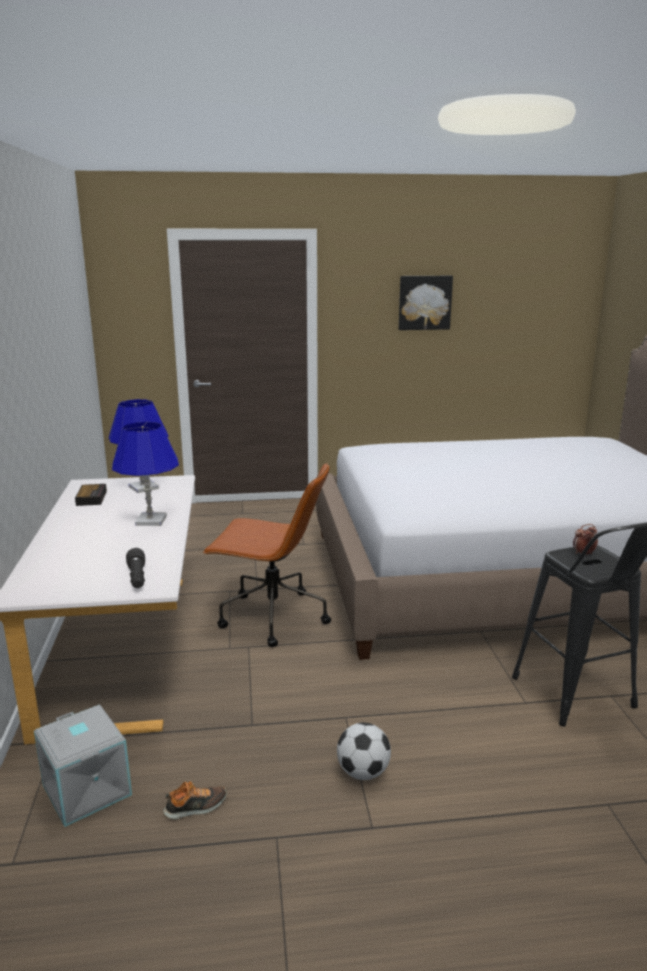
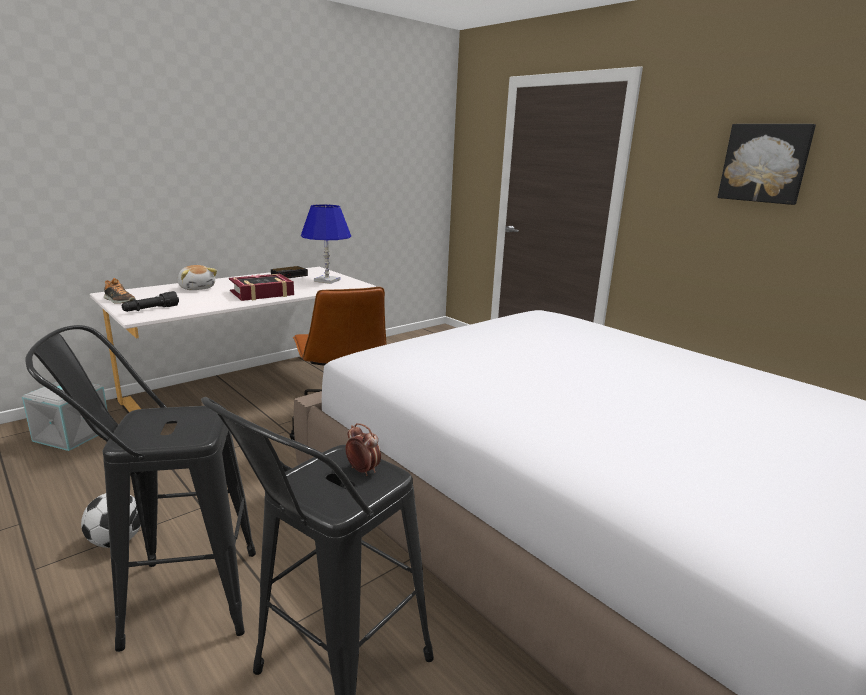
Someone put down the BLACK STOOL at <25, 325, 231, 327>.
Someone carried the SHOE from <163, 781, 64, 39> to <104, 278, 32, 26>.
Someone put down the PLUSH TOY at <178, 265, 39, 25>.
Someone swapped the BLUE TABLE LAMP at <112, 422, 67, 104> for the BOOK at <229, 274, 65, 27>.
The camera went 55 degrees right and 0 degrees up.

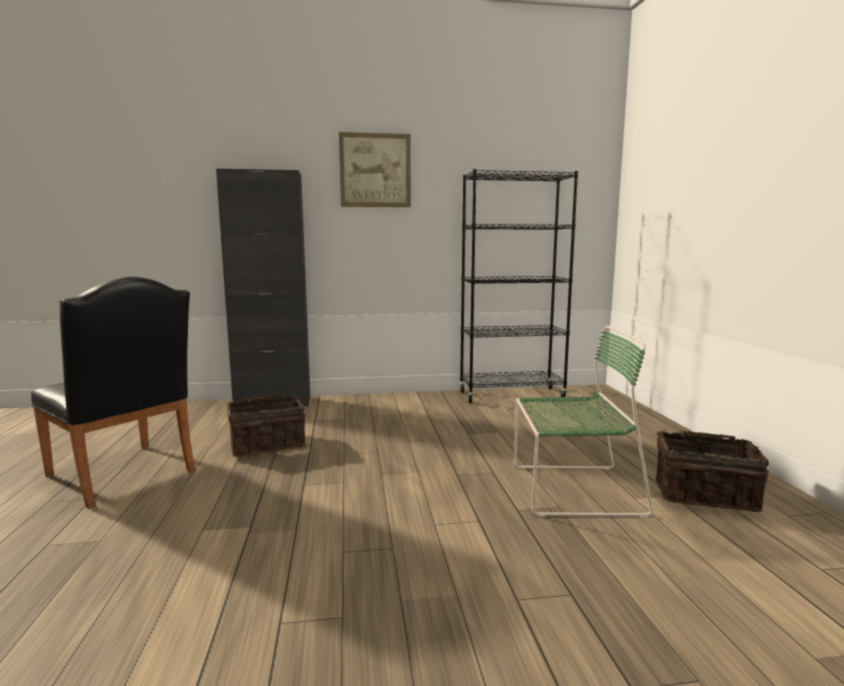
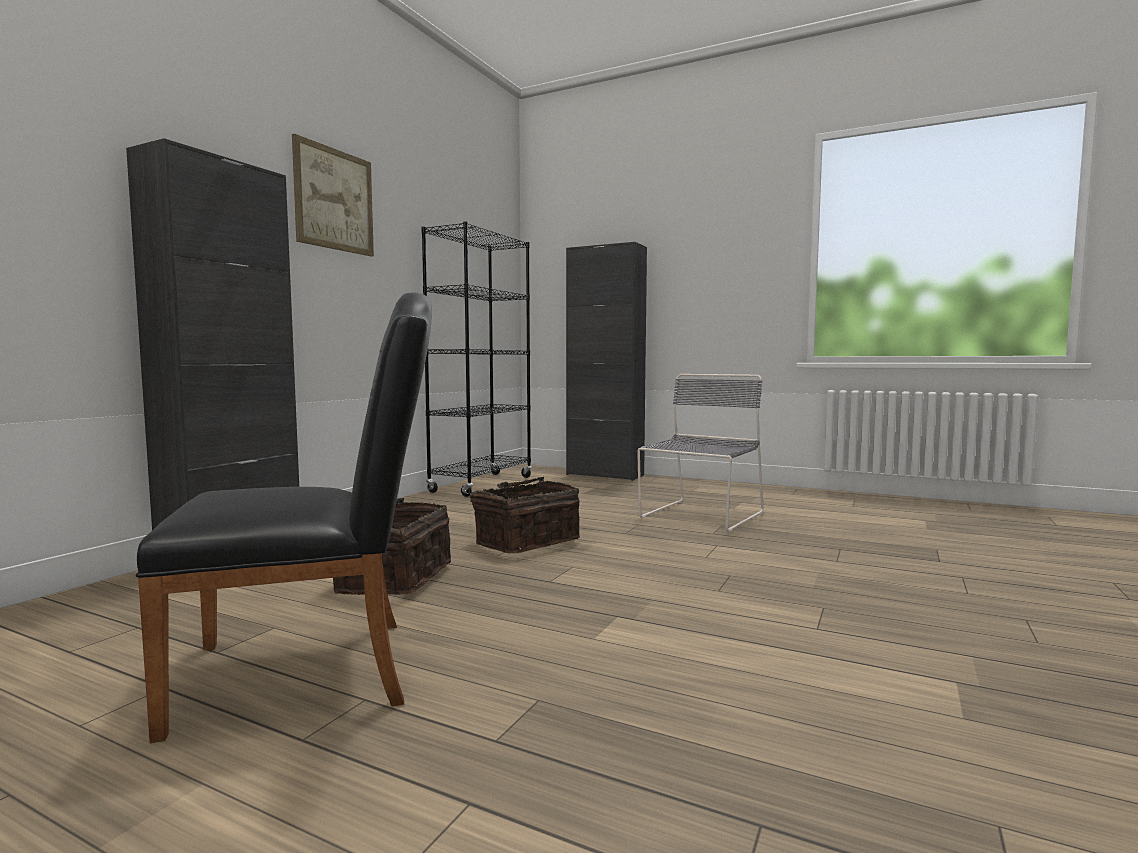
Someone carried the BASKET from <656, 429, 113, 83> to <469, 477, 111, 77>.
Someone put down the BLACK CABINET at <566, 242, 81, 239>.
Someone repainted the GREEN CHAIR at <514, 325, 139, 192>, which became the GREY CHAIR at <637, 374, 126, 158>.
The camera went 55 degrees left and 5 degrees down.

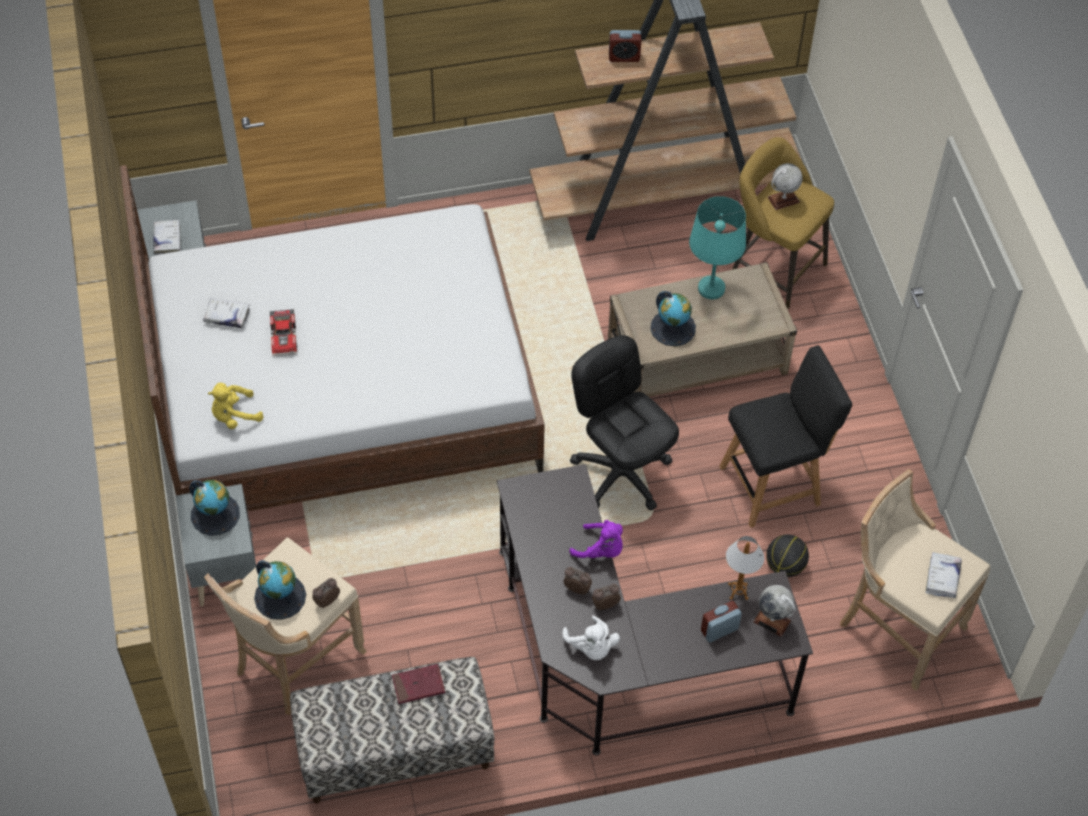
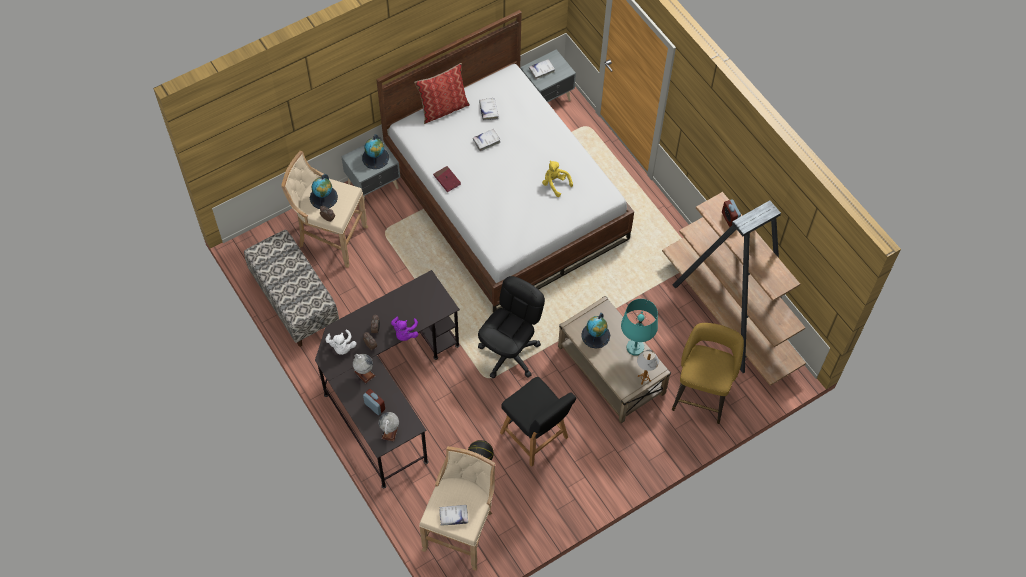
Someone rotated the WHITE PLUSH TOY at <562, 616, 58, 44> by 60 degrees counterclockwise.
Someone carried the GLOBE from <768, 163, 35, 47> to <353, 354, 22, 30>.
Someone put down the PILLOW at <414, 63, 56, 61>.
Someone carried the RED BOOK from <392, 664, 53, 40> to <433, 166, 28, 26>.
Someone swapped the TOY CAR at <270, 309, 27, 47> for the WHITE BOOK at <473, 129, 28, 22>.
Someone carried the YELLOW PLUSH TOY from <208, 383, 56, 46> to <542, 161, 31, 36>.
Someone carried the TABLE LAMP from <726, 536, 38, 64> to <637, 350, 22, 34>.
The camera went 70 degrees right and 5 degrees up.

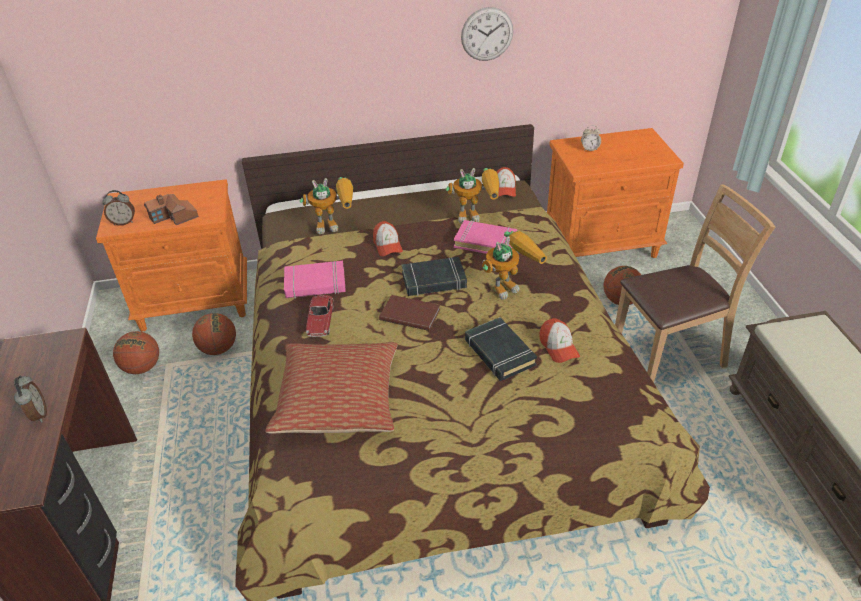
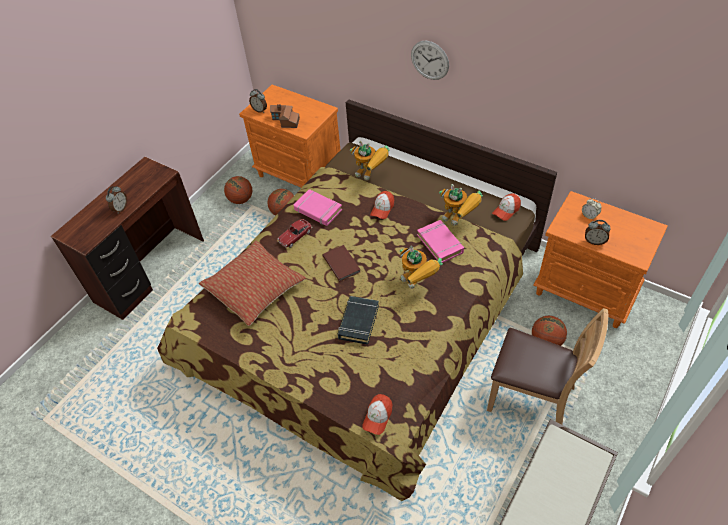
Someone carried the CAP from <540, 318, 40, 45> to <362, 394, 31, 41>.
Someone rotated the TOY ROBOT at <482, 231, 65, 69> by 45 degrees clockwise.
Someone carried the WALL CLOCK from <461, 7, 52, 54> to <411, 41, 38, 39>.
Someone put down the ALARM CLOCK at <585, 220, 26, 25>.
Someone took away the BLACK BOOK at <402, 257, 65, 39>.
The camera went 45 degrees right and 10 degrees up.

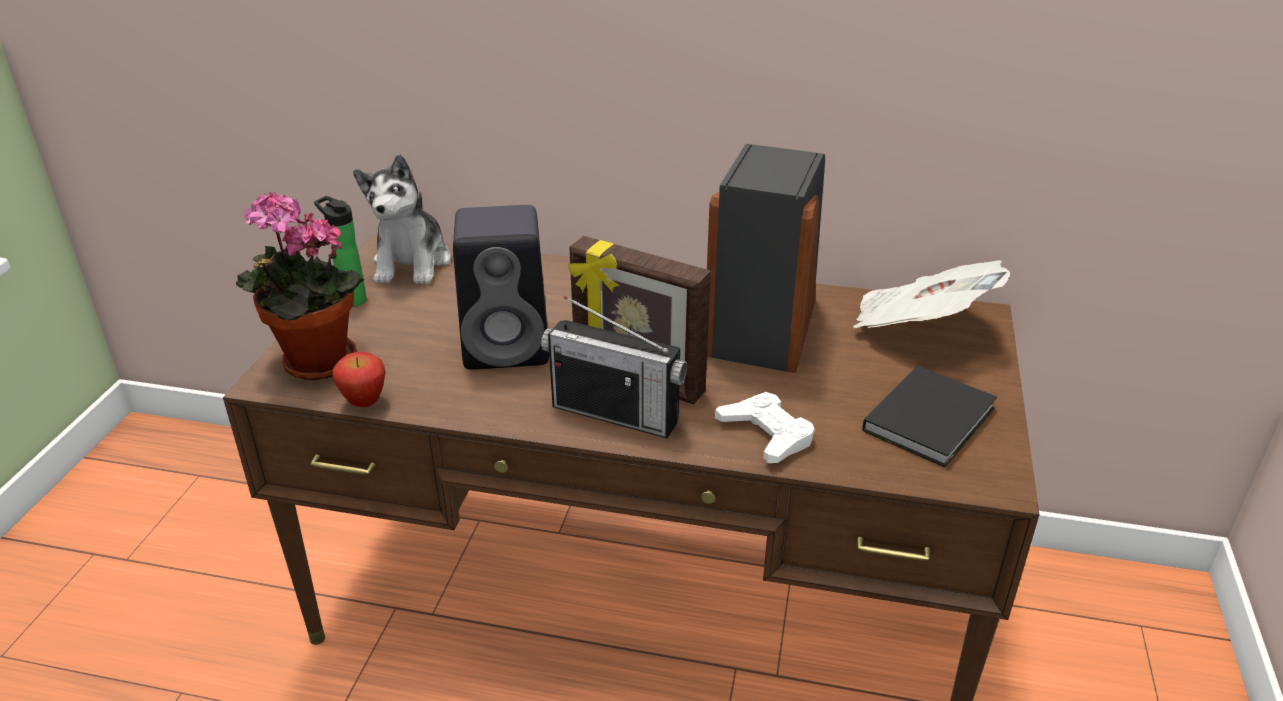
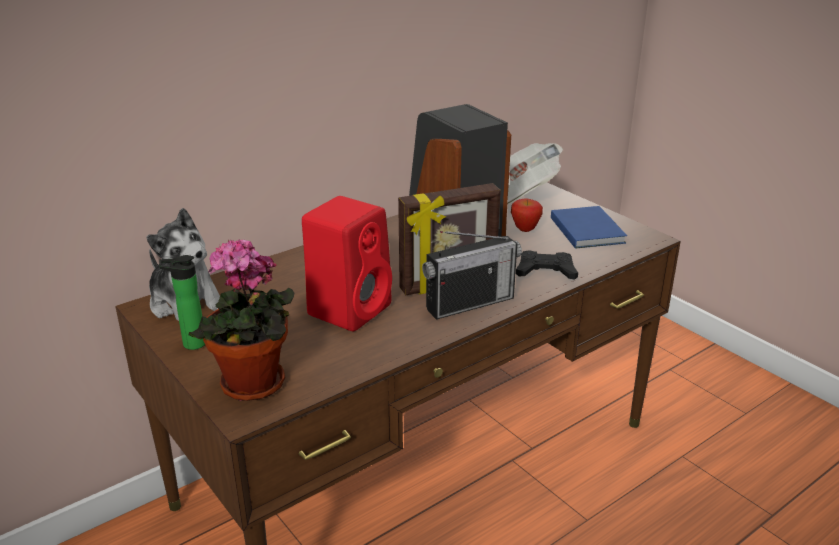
Someone repainted the BLACK SPEAKER at <453, 205, 96, 165>, which became the RED SPEAKER at <302, 196, 90, 135>.
Someone carried the APPLE from <332, 352, 54, 55> to <511, 198, 32, 34>.
Someone repainted the WHITE GAME CONTROLLER at <715, 392, 100, 71>, which became the BLACK GAME CONTROLLER at <516, 251, 62, 29>.
Someone repainted the BLACK BOOK at <862, 366, 135, 101>, which became the BLUE BOOK at <551, 206, 76, 43>.
The camera went 50 degrees left and 5 degrees down.

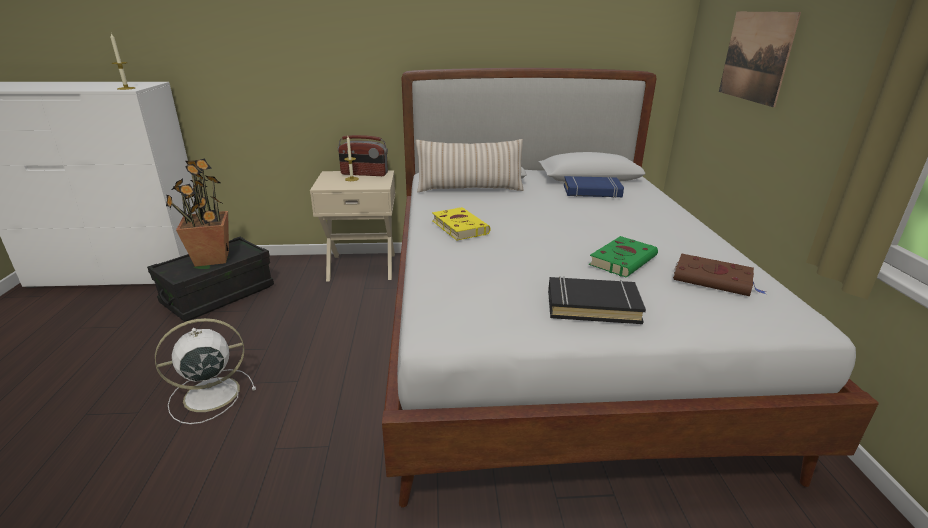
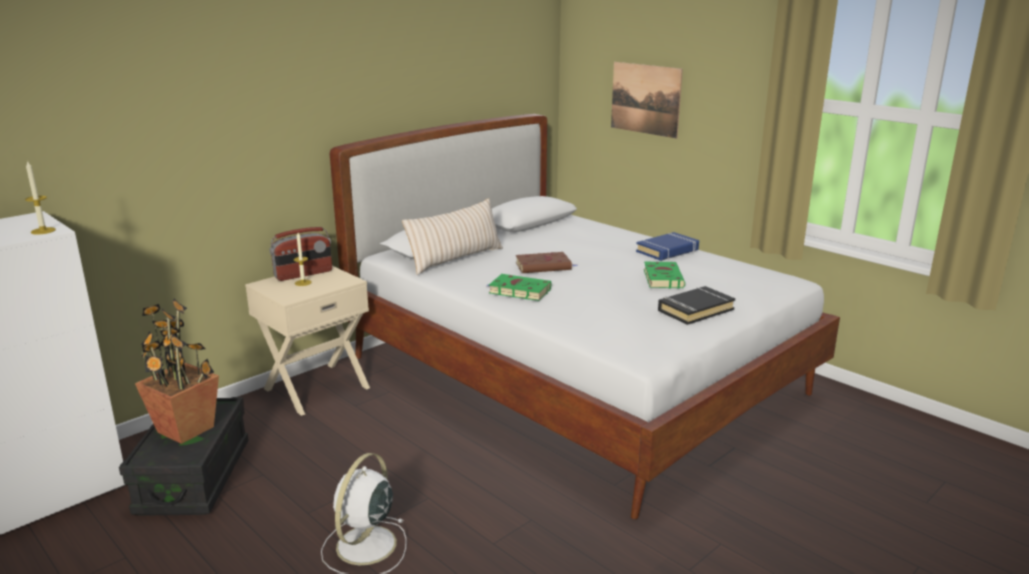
Someone repainted the YELLOW BOOK at <432, 207, 59, 33>, which became the GREEN BOOK at <487, 274, 64, 27>.
Someone carried the BROWN BOOK from <673, 253, 93, 43> to <516, 252, 61, 21>.
Someone carried the BLUE BOOK from <564, 176, 60, 22> to <636, 232, 63, 29>.
The camera went 40 degrees left and 5 degrees down.

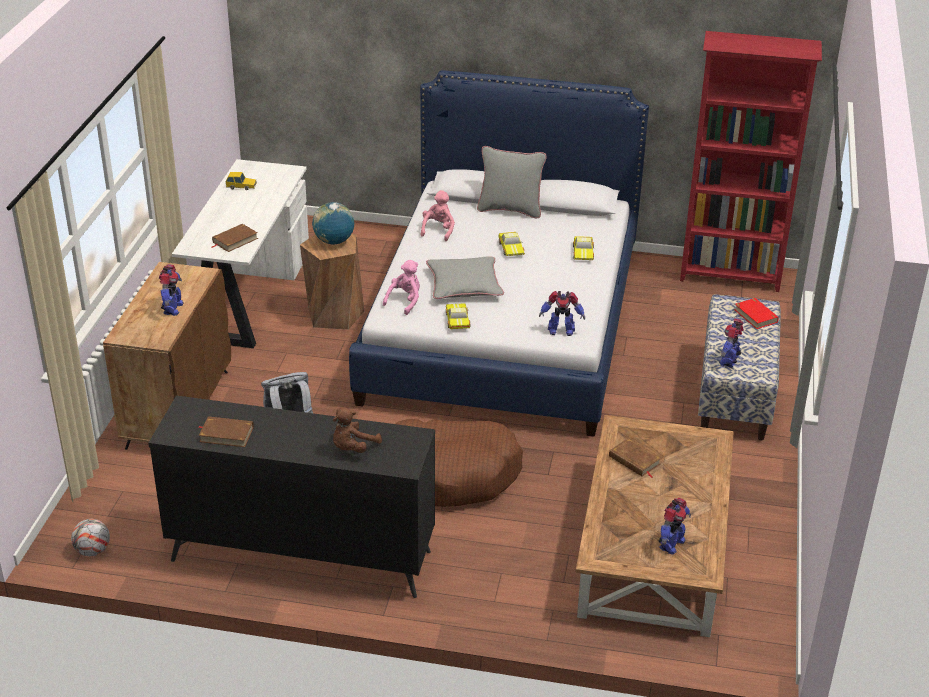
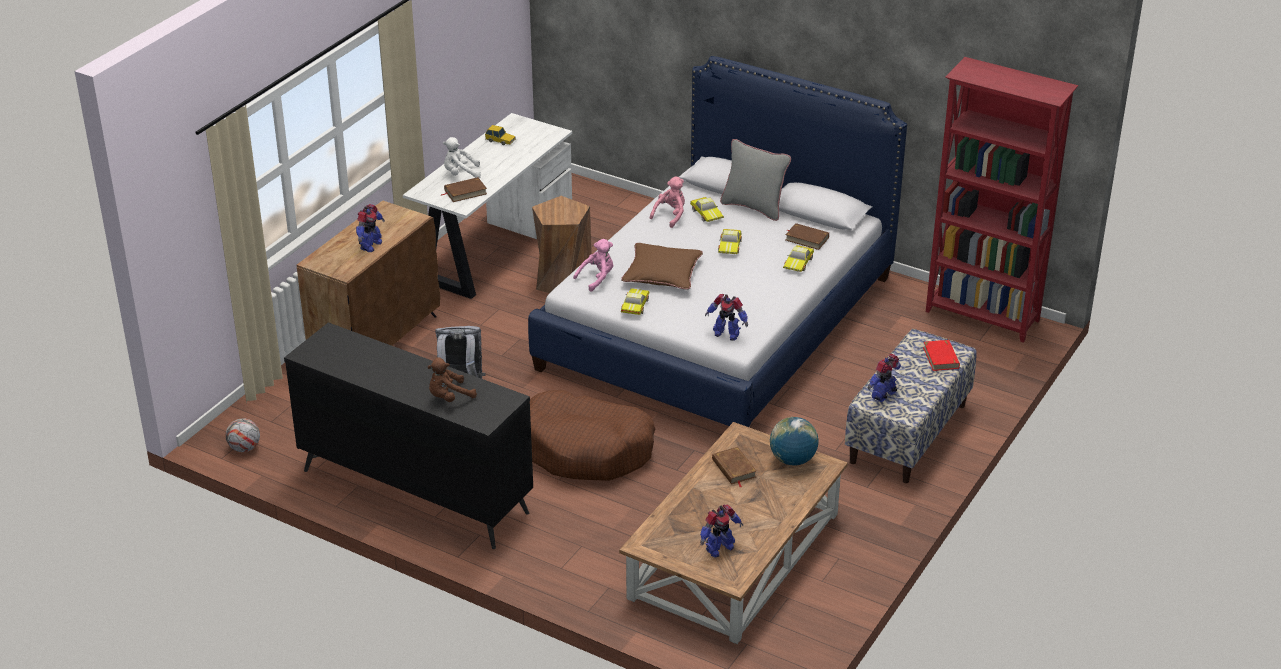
Someone put down the WHITE PLUSH TOY at <443, 137, 38, 41>.
Someone repainted the GREY PILLOW at <426, 256, 78, 43>, which became the BROWN PILLOW at <621, 243, 82, 47>.
Someone put down the TOY CAR at <690, 197, 34, 25>.
Someone carried the GLOBE from <312, 202, 42, 42> to <770, 417, 49, 48>.
Someone carried the BROWN BOOK from <199, 416, 55, 31> to <786, 223, 43, 27>.
The camera went 20 degrees right and 0 degrees up.

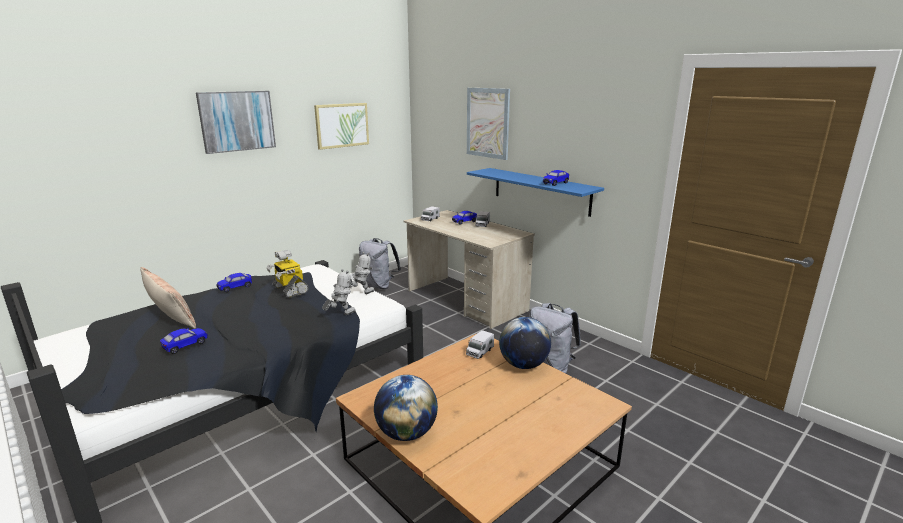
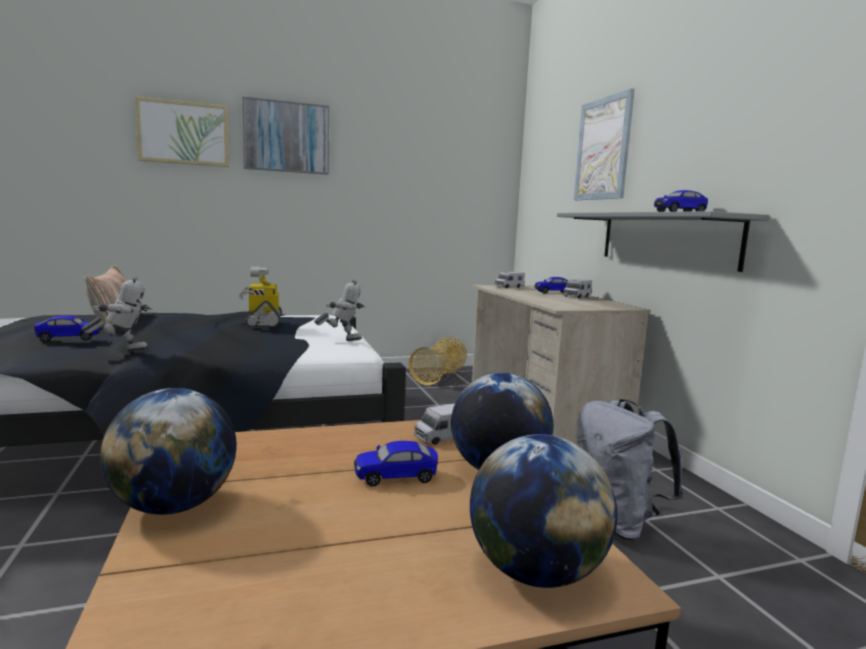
Someone carried the TOY ROBOT from <322, 269, 34, 46> to <81, 276, 72, 76>.
Someone carried the PICTURE from <314, 103, 55, 47> to <135, 96, 94, 71>.
Someone carried the TOY CAR from <216, 273, 36, 19> to <354, 441, 84, 46>.
Someone swapped the GREY BACKPACK at <359, 238, 42, 51> for the BASKET at <409, 338, 58, 47>.
Someone put down the GLOBE at <470, 434, 147, 154>.
Someone repainted the BLUE SHELF at <467, 168, 137, 49>, which became the GREY SHELF at <557, 211, 212, 61>.
The camera went 25 degrees right and 10 degrees down.

